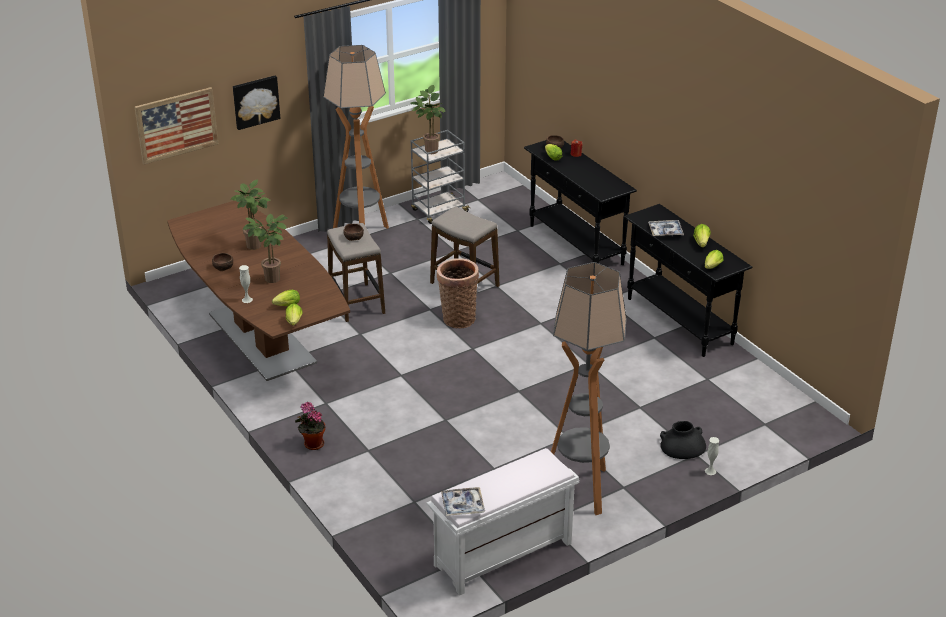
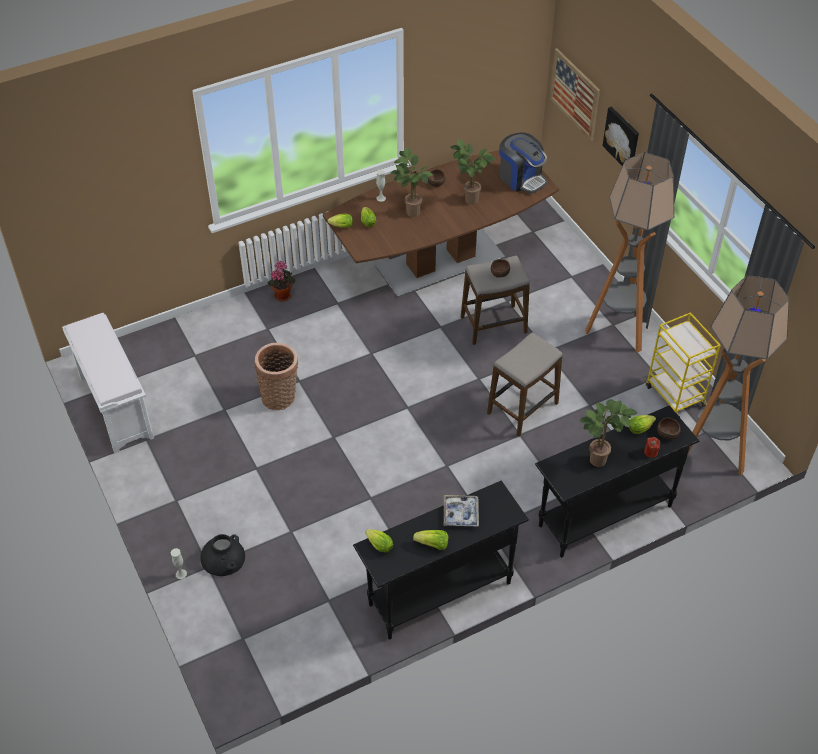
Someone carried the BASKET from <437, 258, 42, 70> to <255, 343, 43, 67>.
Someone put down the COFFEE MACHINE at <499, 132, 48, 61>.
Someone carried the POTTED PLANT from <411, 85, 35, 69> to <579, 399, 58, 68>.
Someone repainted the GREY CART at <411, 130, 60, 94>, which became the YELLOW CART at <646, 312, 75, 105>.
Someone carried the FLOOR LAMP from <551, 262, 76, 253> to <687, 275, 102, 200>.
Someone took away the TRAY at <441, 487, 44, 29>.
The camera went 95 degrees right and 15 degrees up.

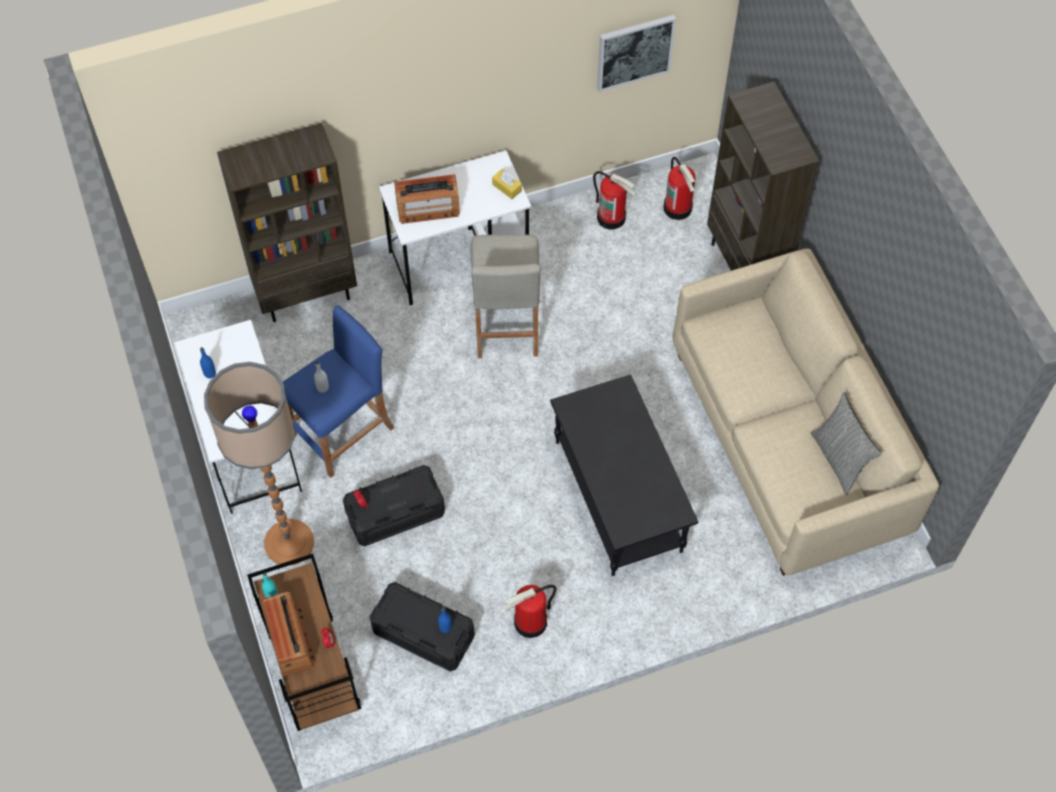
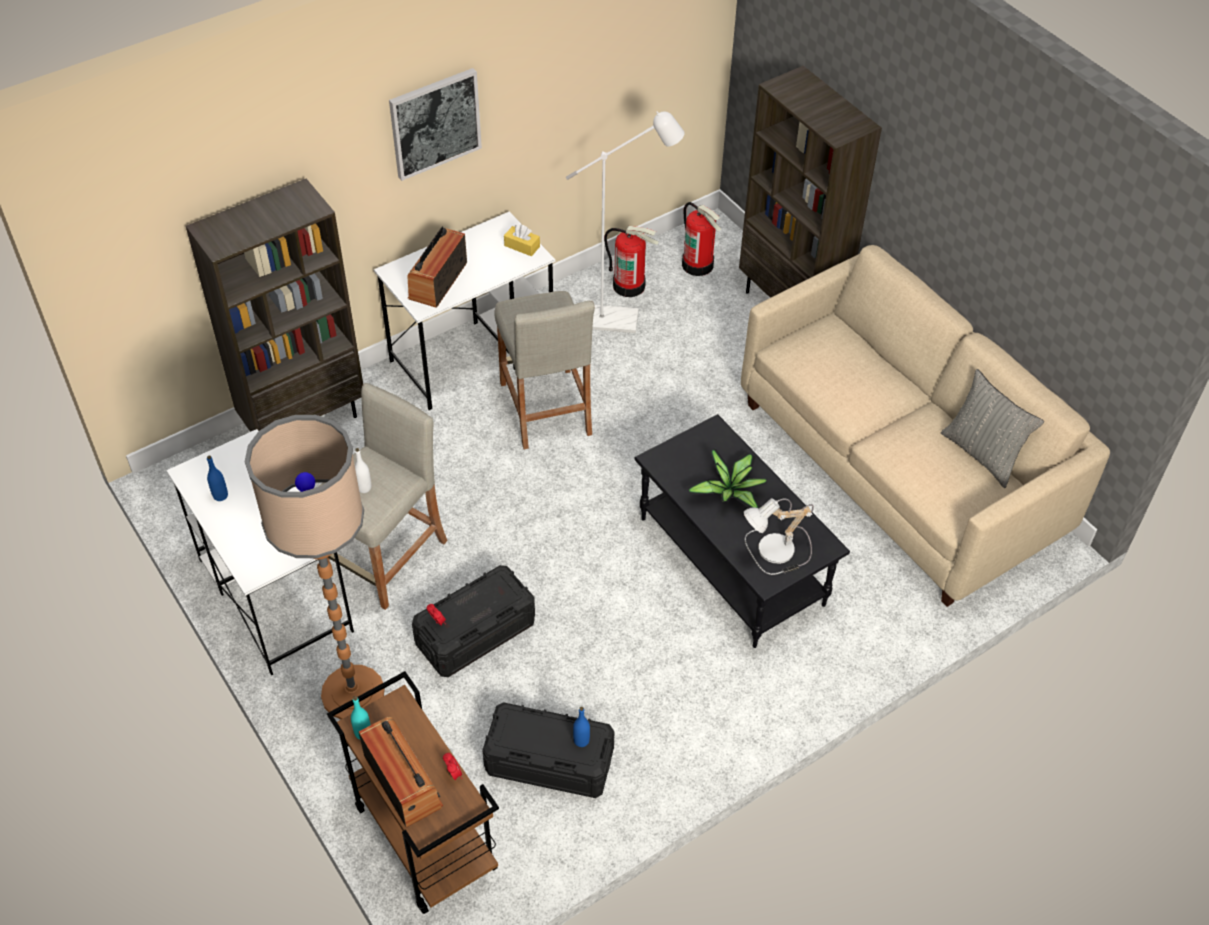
Someone repainted the BLUE STOOL at <283, 305, 111, 173>, which became the BEIGE STOOL at <318, 383, 130, 227>.
Someone carried the PICTURE from <597, 15, 79, 77> to <389, 68, 93, 113>.
Someone rotated the RADIO at <394, 174, 66, 50> by 135 degrees clockwise.
Someone put down the WHITE FLOOR LAMP at <566, 111, 119, 222>.
Someone put down the POTTED PLANT at <686, 448, 82, 60>.
Someone put down the TABLE LAMP at <744, 498, 70, 77>.
Someone took away the FIRE EXTINGUISHER at <503, 585, 54, 53>.
The camera went 15 degrees left and 10 degrees down.

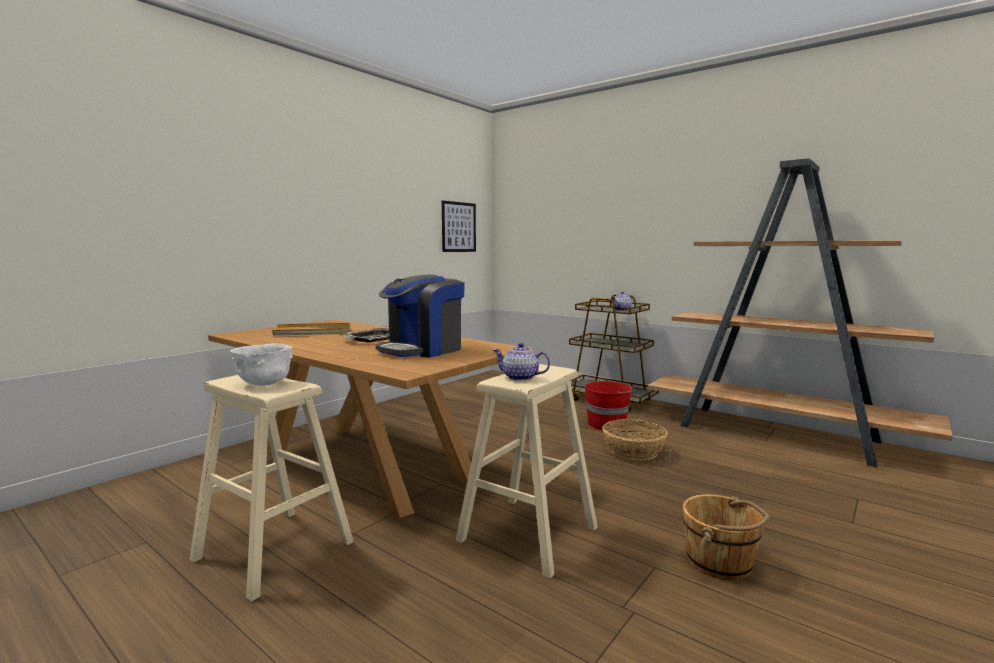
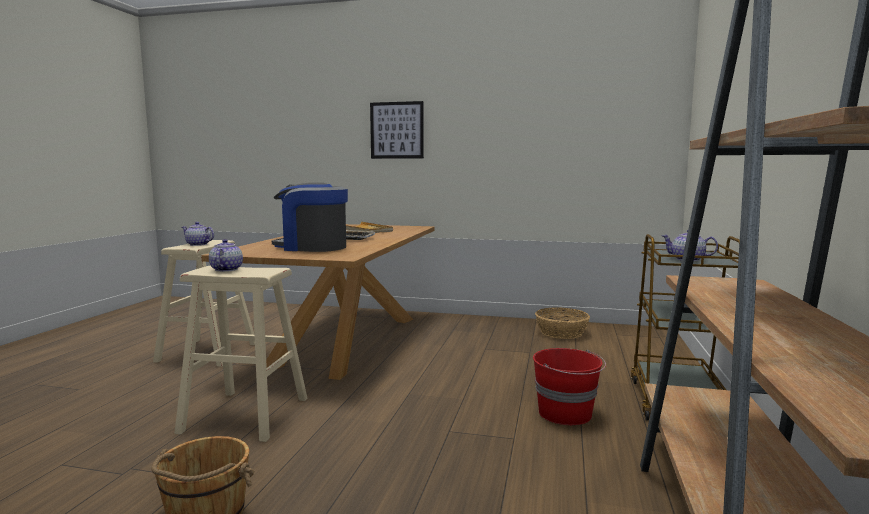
Someone swapped the WHITE BOWL at <230, 343, 63, 43> for the TEAPOT at <182, 222, 32, 24>.
Someone carried the PICTURE from <442, 201, 34, 51> to <370, 101, 54, 58>.
Someone carried the BASKET from <602, 419, 66, 42> to <535, 307, 55, 32>.
The camera went 65 degrees right and 0 degrees up.

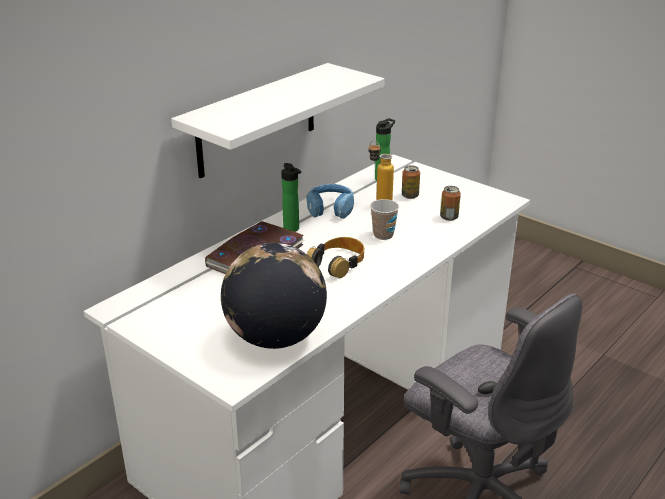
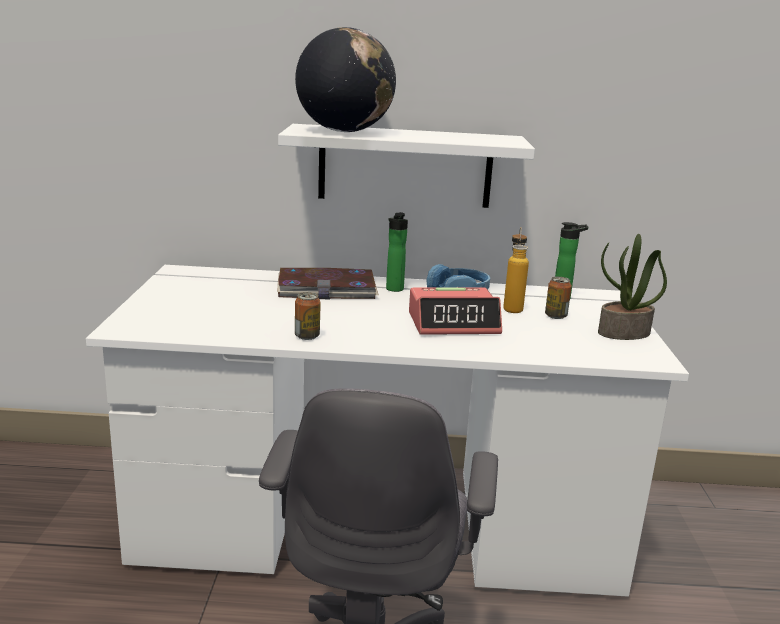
Someone carried the GLOBE from <221, 243, 106, 106> to <295, 27, 101, 105>.
Someone carried the CAN from <440, 186, 21, 35> to <295, 292, 26, 48>.
Someone swapped the CUP at <370, 199, 29, 41> for the ALARM CLOCK at <409, 287, 93, 48>.
Someone put down the POTTED PLANT at <598, 234, 69, 106>.
Someone took away the HEADPHONES at <307, 237, 57, 41>.
The camera went 50 degrees right and 10 degrees down.

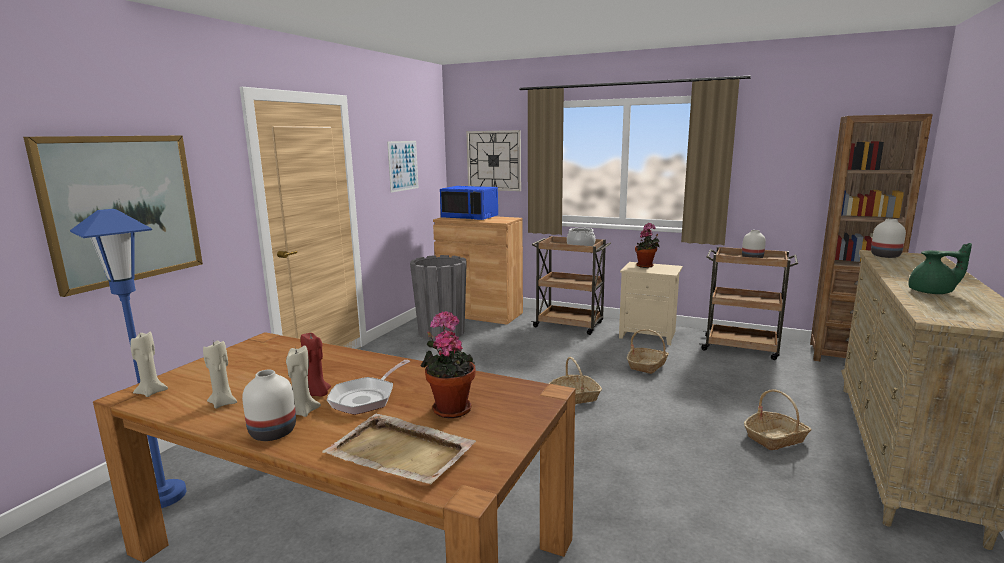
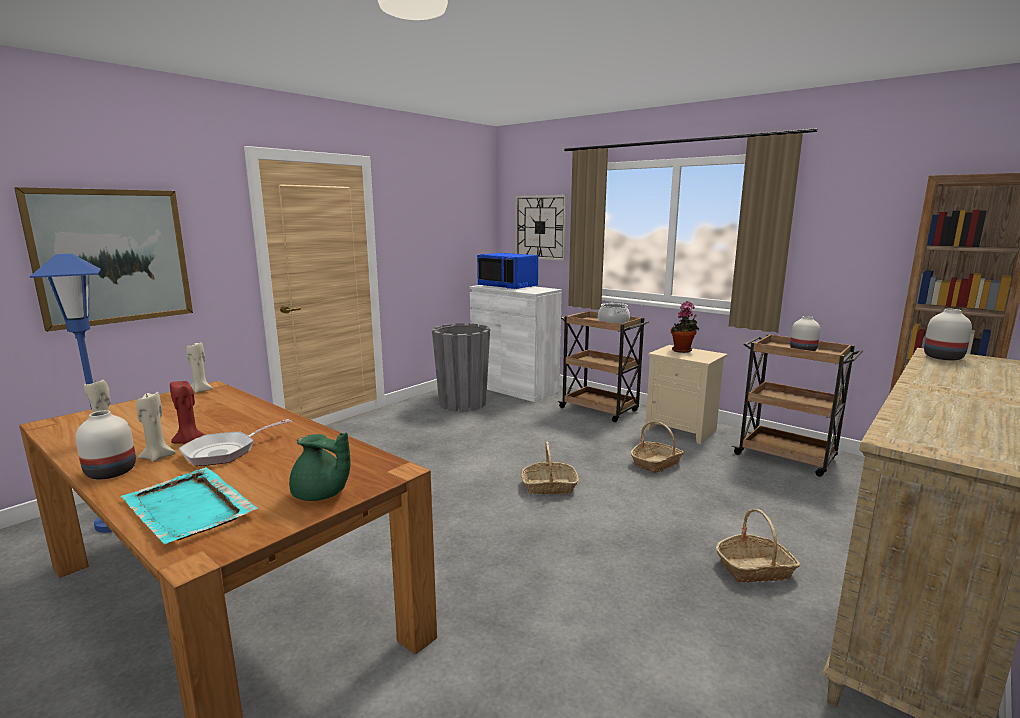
Someone repainted the BEIGE TRAY at <322, 413, 154, 71>, which became the TURQUOISE TRAY at <121, 467, 137, 77>.
Someone carried the BEIGE CANDLE from <130, 332, 38, 65> to <186, 342, 27, 51>.
Someone carried the GREEN TEAPOT from <908, 243, 64, 51> to <289, 432, 61, 69>.
Someone repainted the BROWN CABINET at <433, 216, 90, 109>, which became the WHITE CABINET at <470, 285, 92, 117>.
Someone took away the PICTURE at <387, 141, 32, 51>.
Someone took away the POTTED PLANT at <421, 311, 55, 108>.
The camera went 15 degrees right and 0 degrees up.

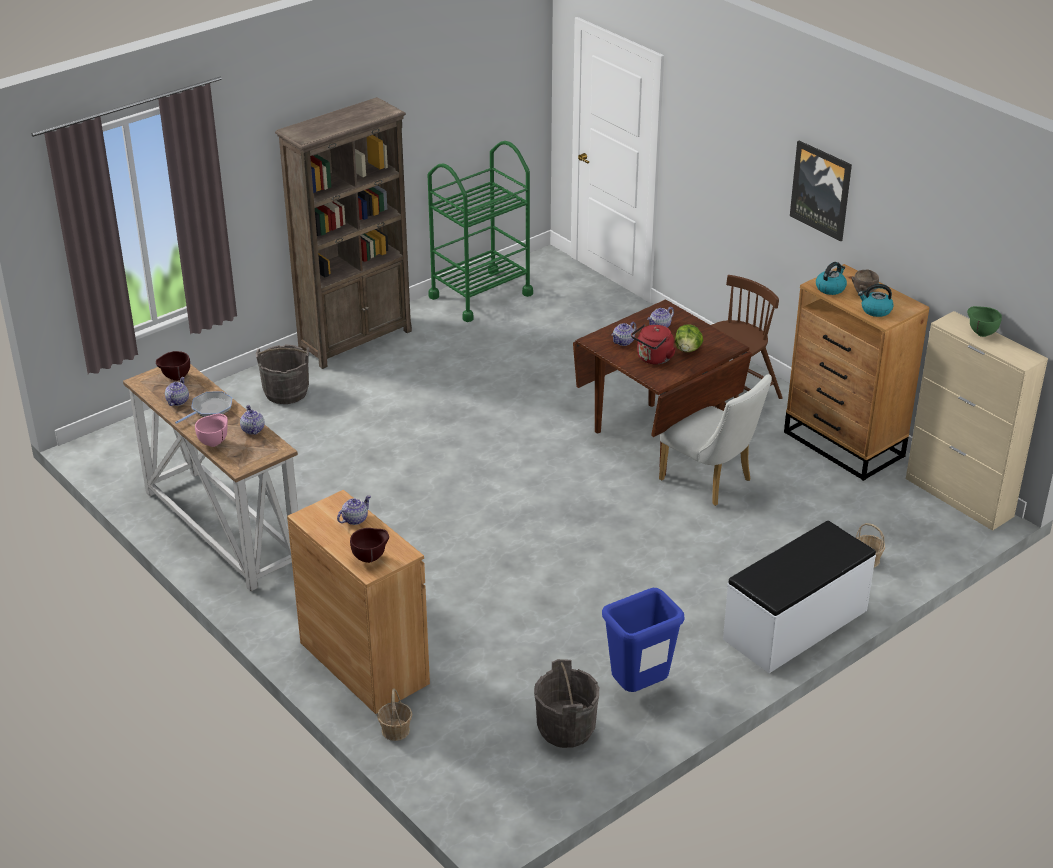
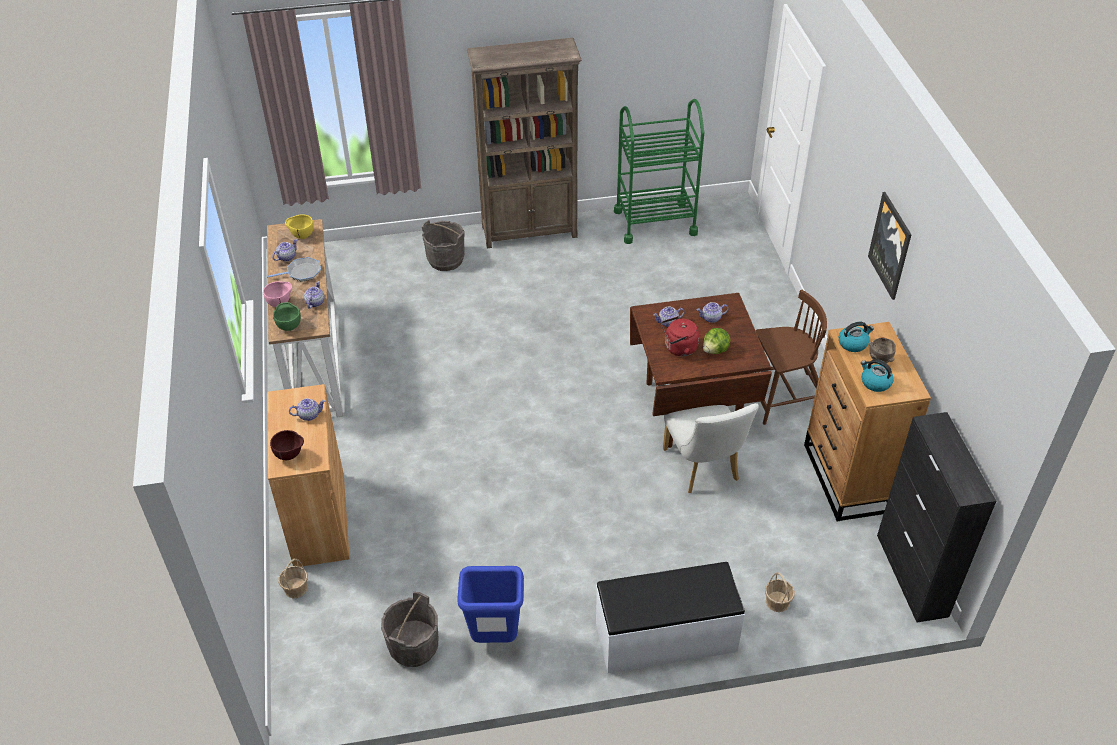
Someone carried the GREEN BOWL from <967, 306, 35, 31> to <273, 302, 28, 29>.
Someone repainted the BROWN BOWL at <156, 351, 34, 30>, which became the YELLOW BOWL at <285, 214, 29, 25>.
Someone repainted the BEIGE CABINET at <906, 311, 142, 220>, which became the BLACK CABINET at <877, 412, 119, 211>.
The camera went 30 degrees right and 10 degrees up.

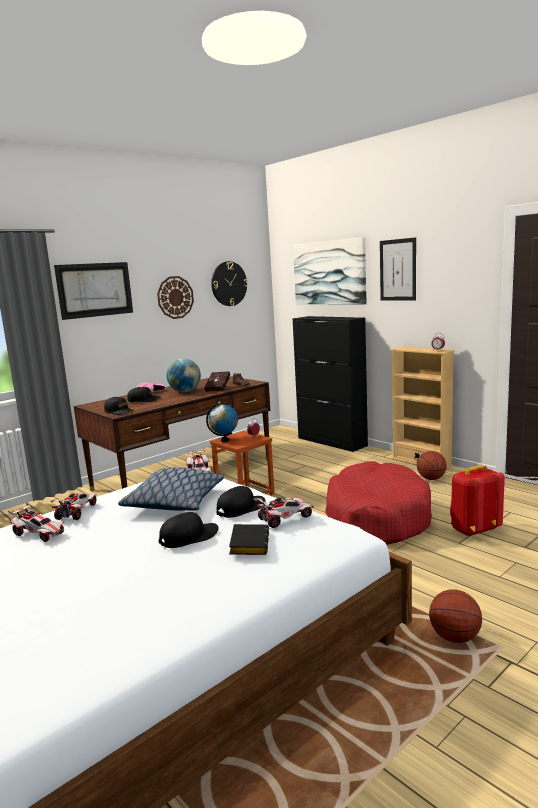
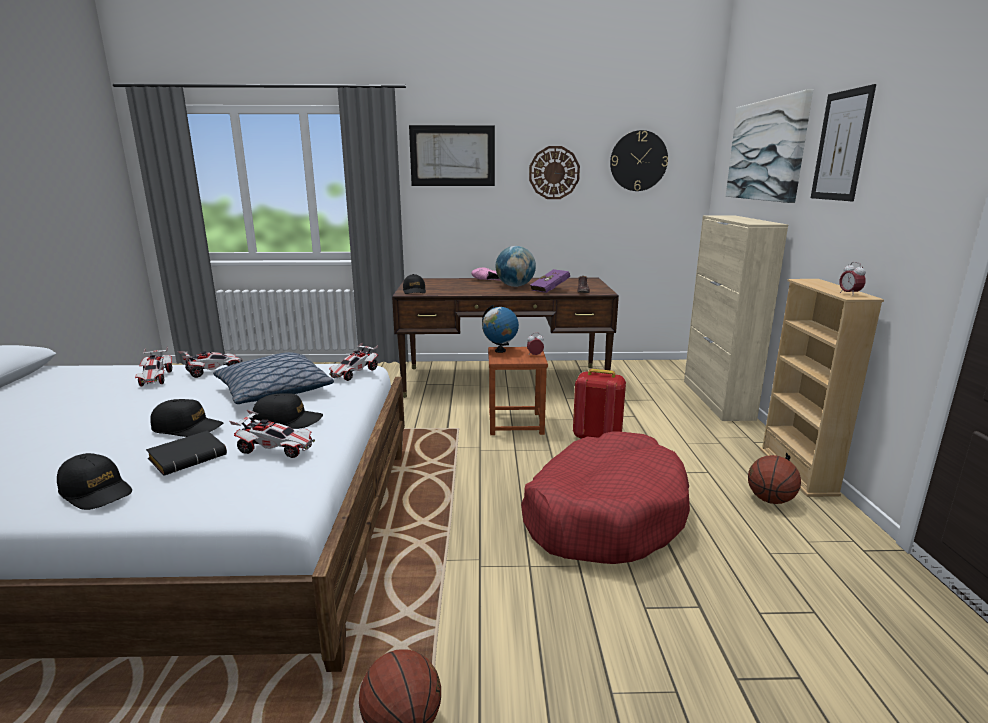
Someone carried the BLACK CAP from <127, 387, 34, 15> to <57, 453, 75, 57>.
Someone repainted the RED BOOK at <204, 371, 26, 21>, which became the PURPLE BOOK at <530, 269, 40, 24>.
Someone carried the RED BACKPACK from <450, 465, 55, 72> to <573, 369, 53, 70>.
Someone repainted the BLACK CABINET at <292, 316, 76, 136>, which became the BEIGE CABINET at <684, 216, 104, 205>.
The camera went 40 degrees right and 5 degrees up.

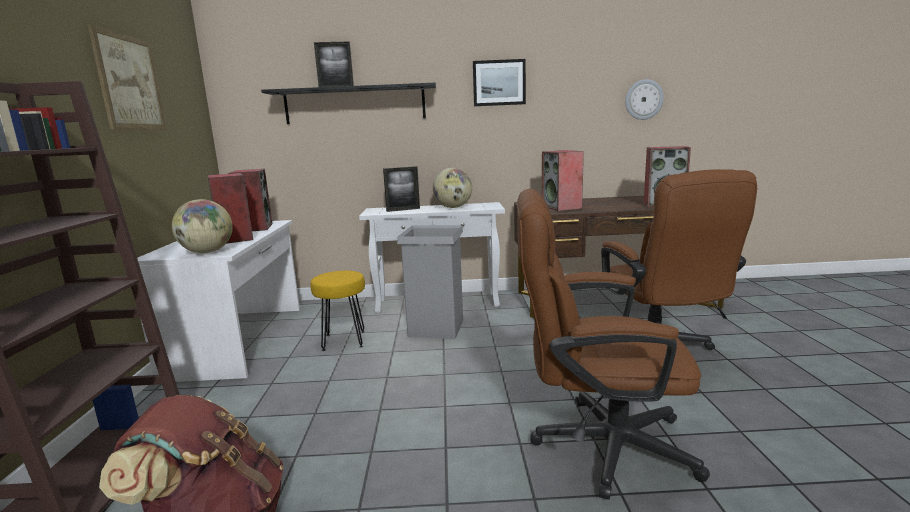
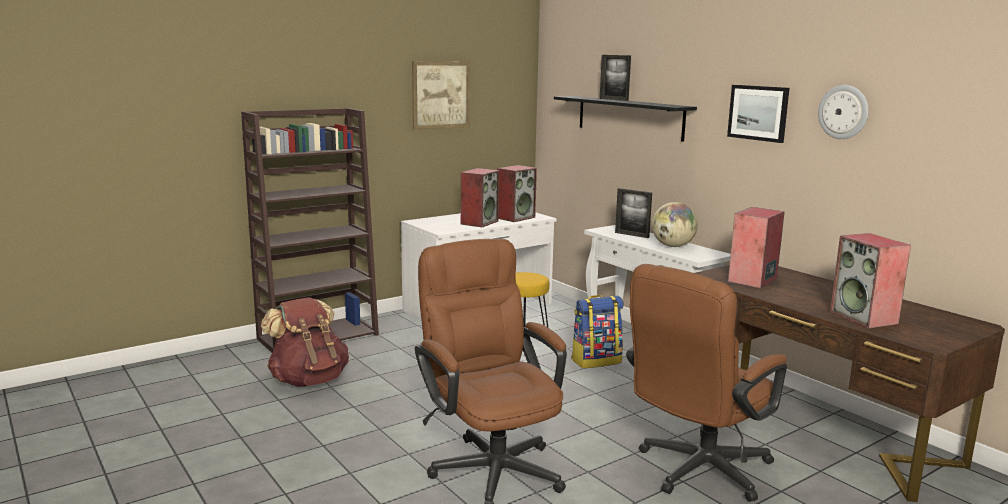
Someone swapped the GREY TRASH CAN at <397, 225, 66, 114> for the BACKPACK at <571, 295, 53, 73>.
Someone carried the WALL CLOCK from <625, 79, 39, 41> to <818, 85, 51, 54>.
Someone took away the GLOBE at <172, 199, 61, 54>.
The camera went 55 degrees right and 0 degrees up.

